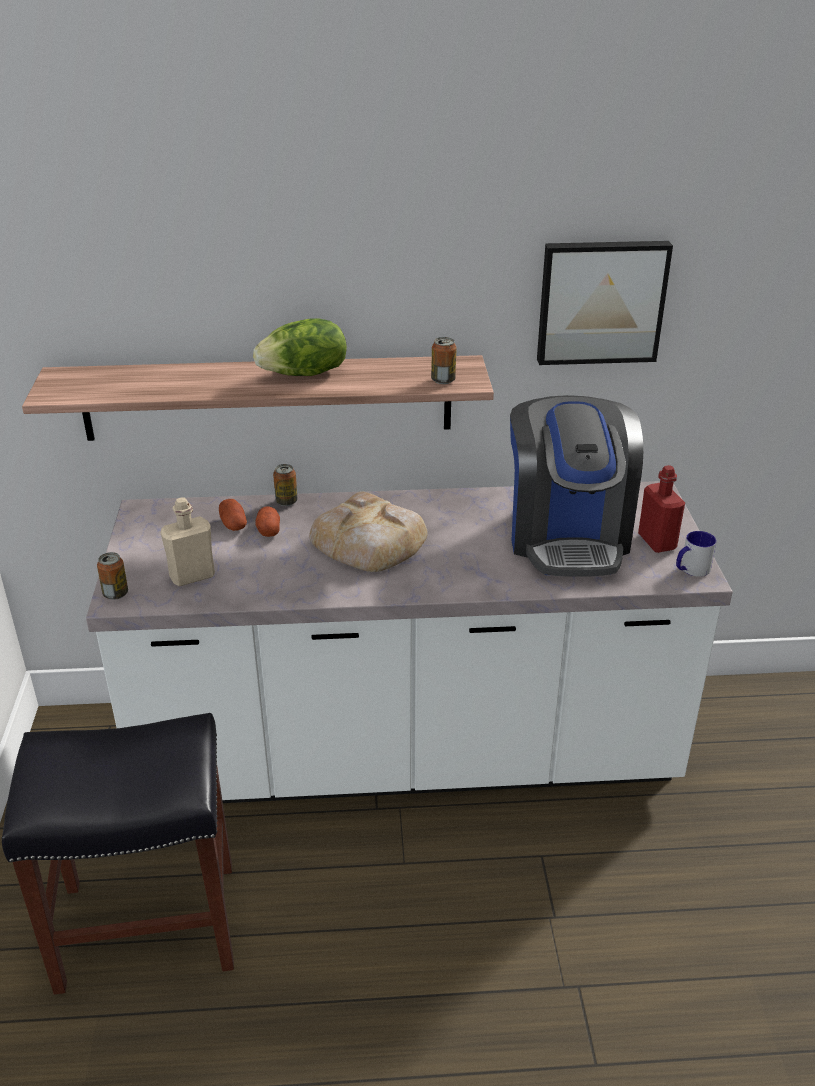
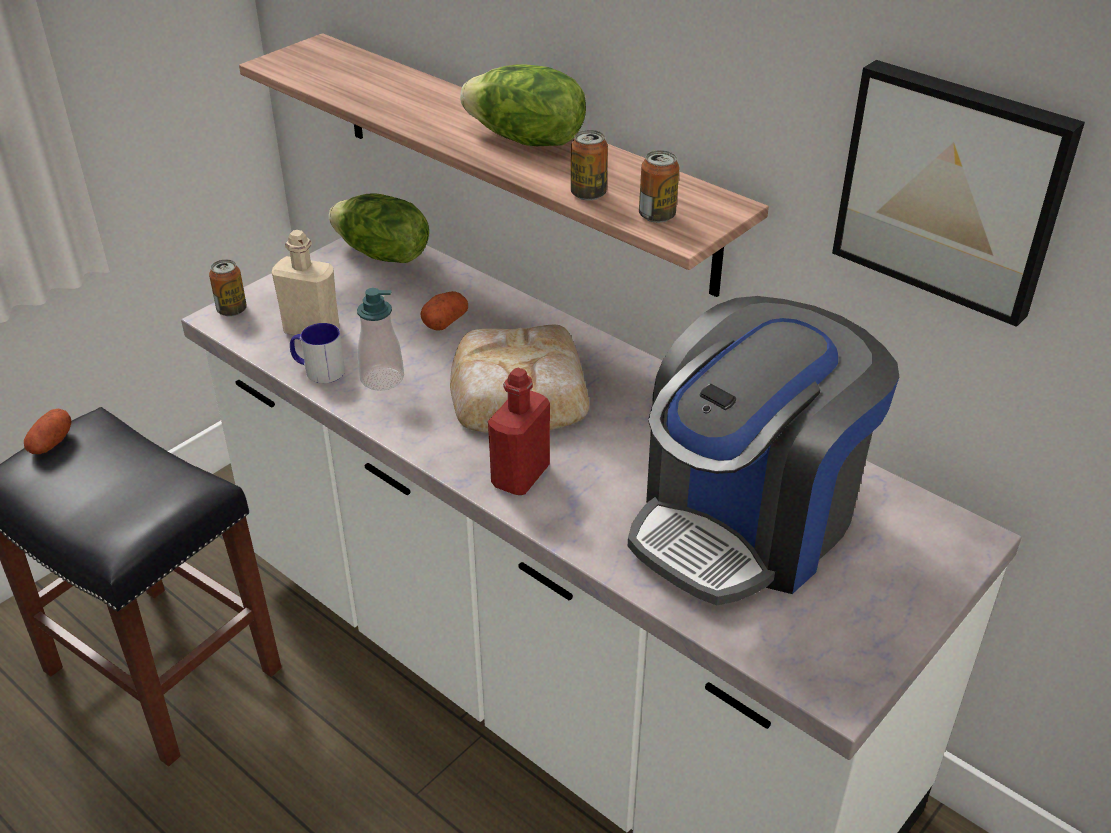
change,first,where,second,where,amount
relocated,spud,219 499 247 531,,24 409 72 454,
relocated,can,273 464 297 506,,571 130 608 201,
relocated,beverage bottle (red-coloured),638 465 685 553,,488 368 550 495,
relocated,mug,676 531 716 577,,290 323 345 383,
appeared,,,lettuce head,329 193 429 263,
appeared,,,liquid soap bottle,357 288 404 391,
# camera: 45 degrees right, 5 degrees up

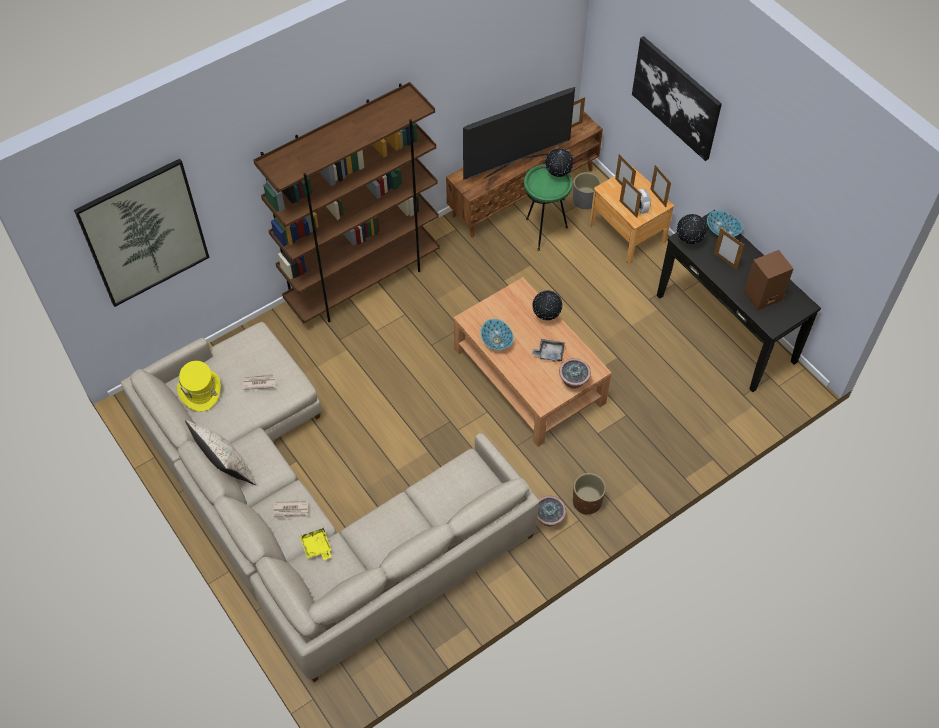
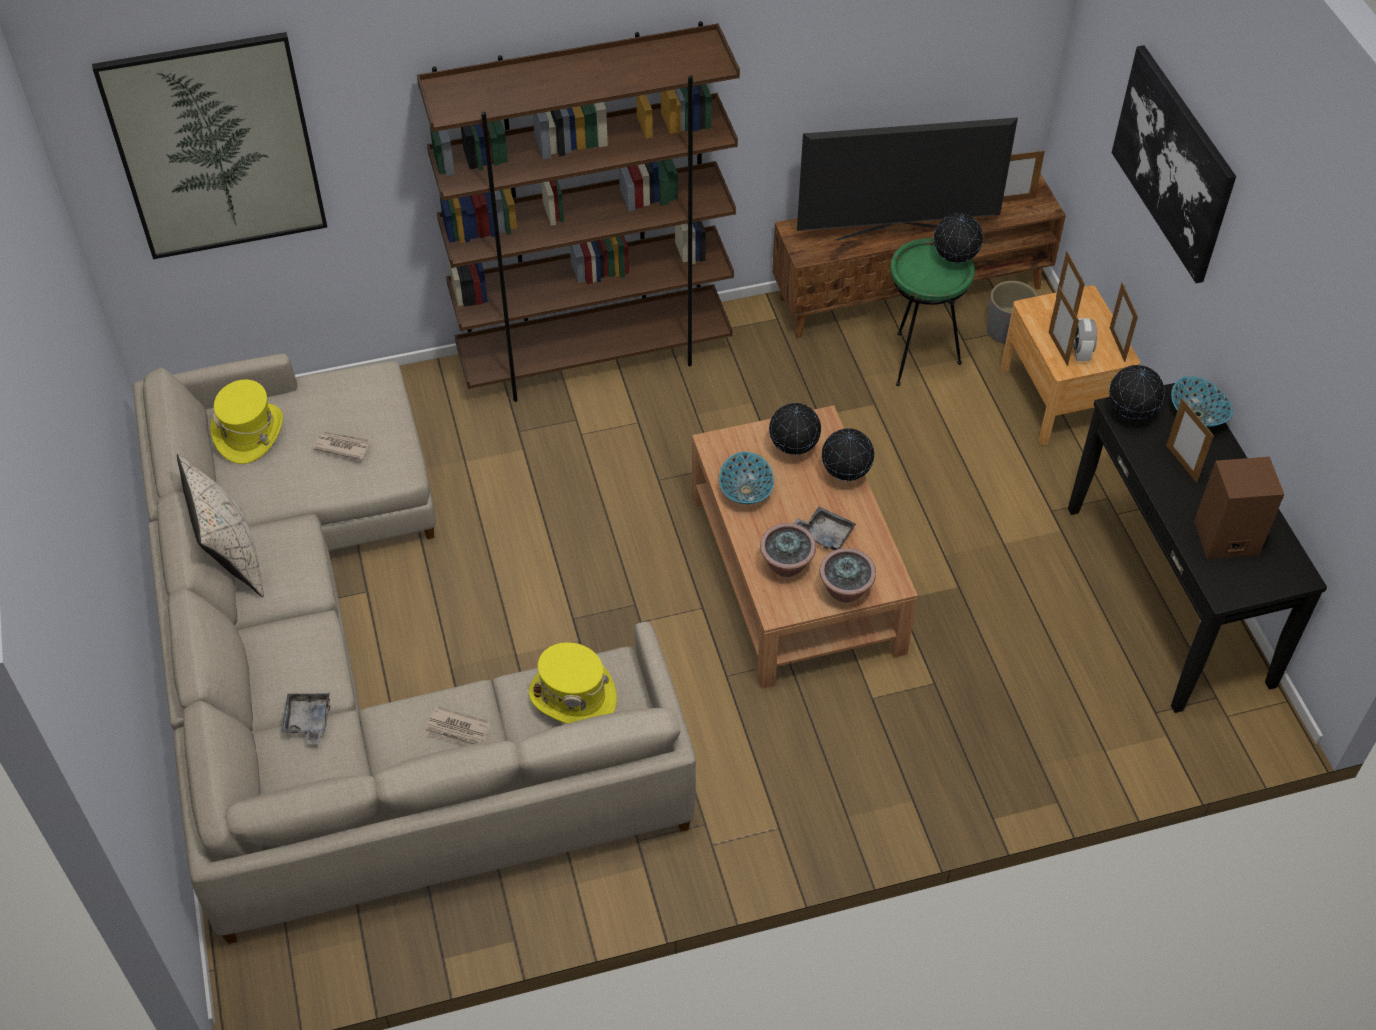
change,first,where,second,where,amount
relocated,printed paper,273 501 309 519,,425 706 491 745,
colour,serving tray (yellowish),300 527 331 560,serving tray (grey),282 693 330 743,
relocated,plant in a pot,537 496 566 526,,760 523 816 577,
missing,plant pot (brown),573 473 606 515,,,
appeared,,,clothing hat (yellowish),529 642 617 724,
appeared,,,desk globe,769 403 821 455,
# camera: 20 degrees right, 5 degrees down

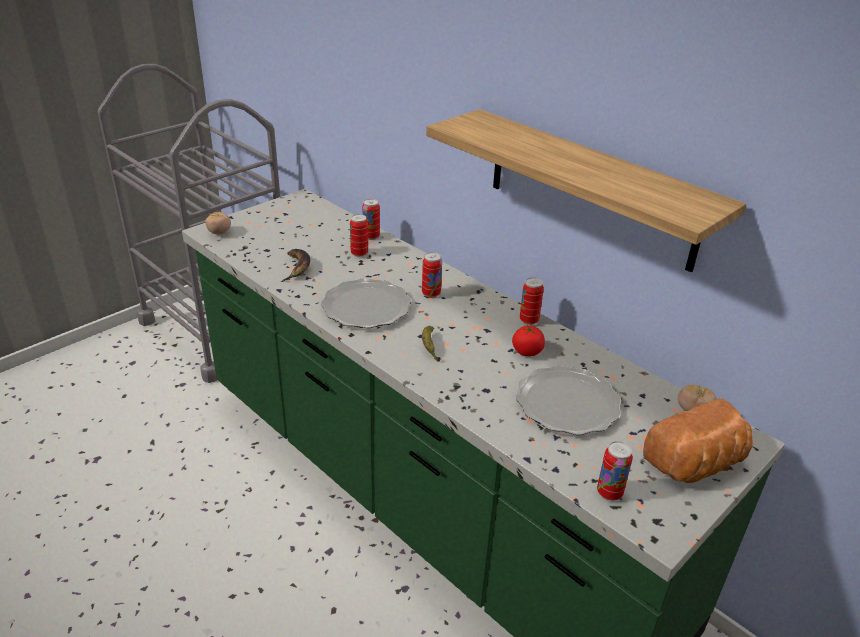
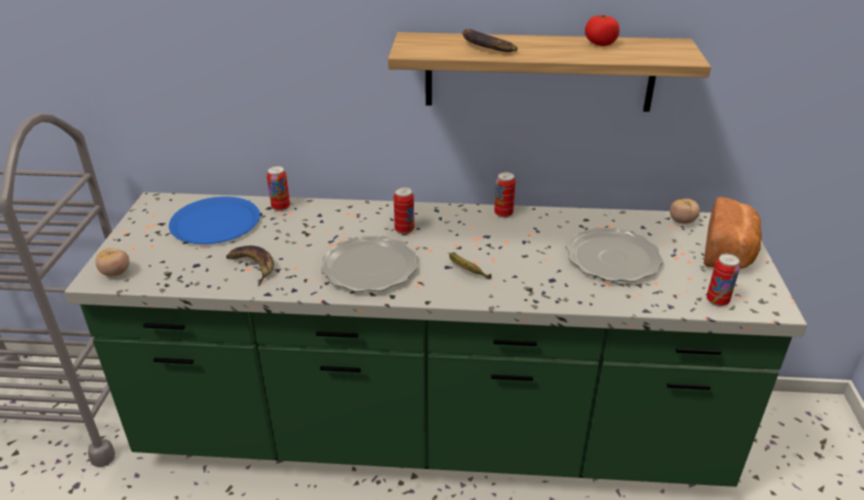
change,first,where,second,where,amount
missing,can,350 214 368 257,,,
relocated,fresh tomato,512 325 545 357,,585 15 620 46,
appeared,,,flat dish (bluish),169 197 260 244,
appeared,,,banana fruit,462 29 518 52,
# camera: 40 degrees left, 0 degrees up

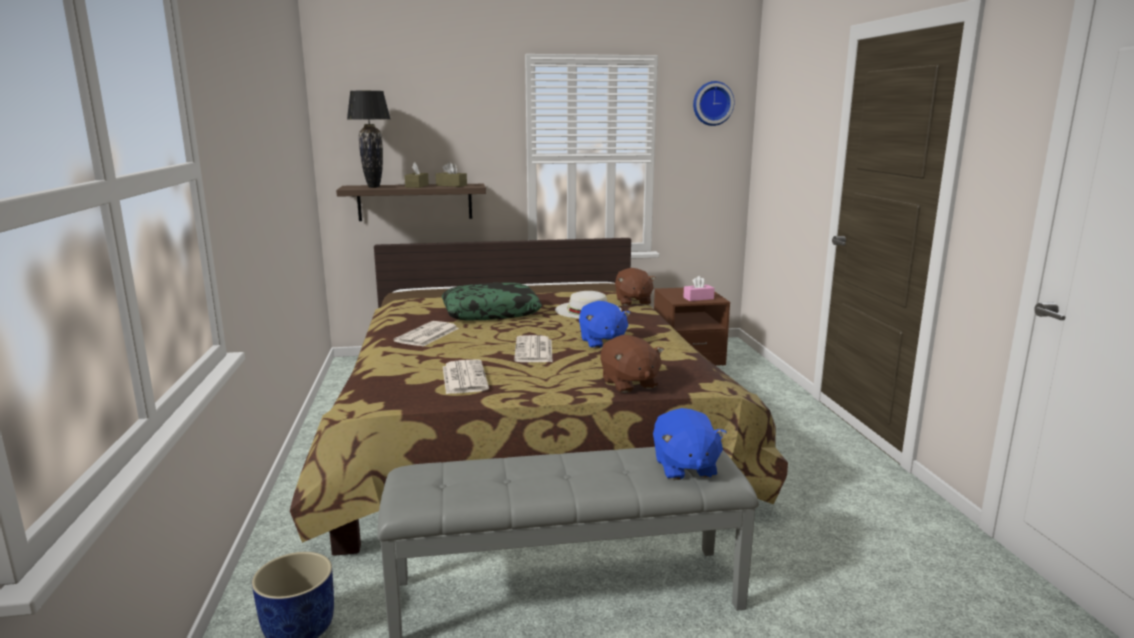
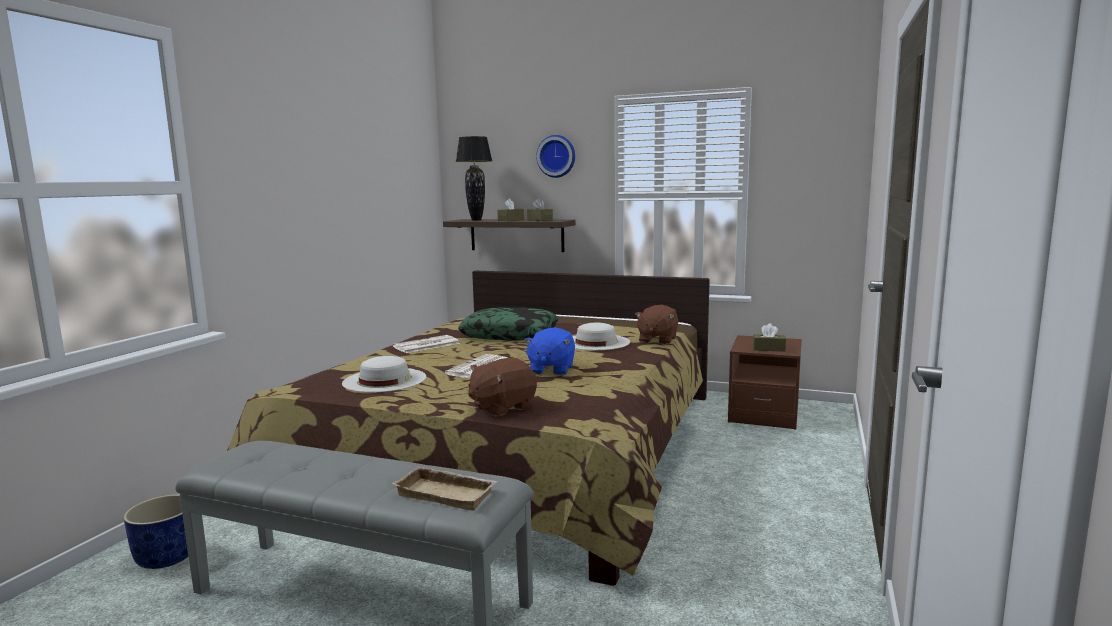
change,first,where,second,where,amount
exchanged,printed paper,443 359 489 394,clothing hat (white),342 356 426 392,
spun,plush toy (brown),600 335 664 393,,468 358 537 417,45 degrees clockwise
exchanged,plush toy (bluish),653 408 727 480,serving tray (beige-coloured),392 466 498 510,
colour,tissue box (pinkish),683 276 715 301,tissue box (brown),753 323 786 352,
relocated,hanging clock,693 81 734 126,,536 135 575 178,
# camera: 30 degrees right, 5 degrees down

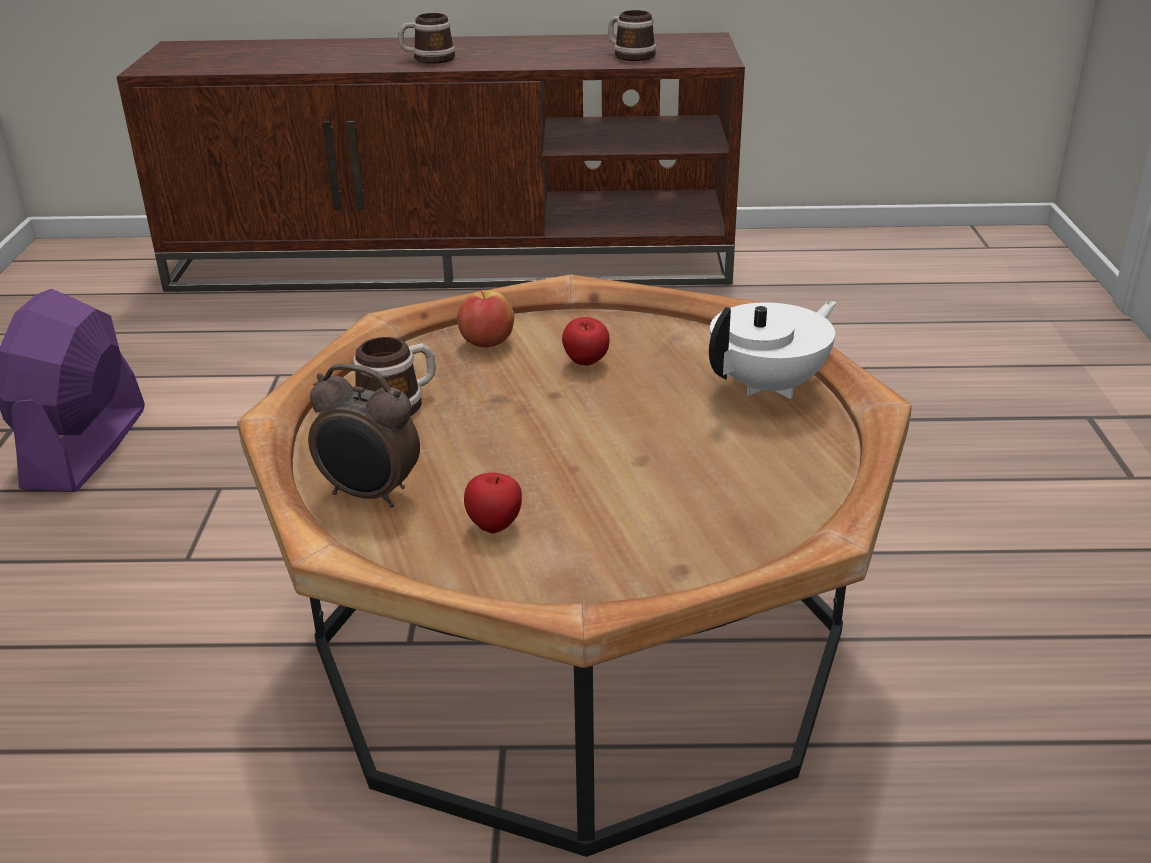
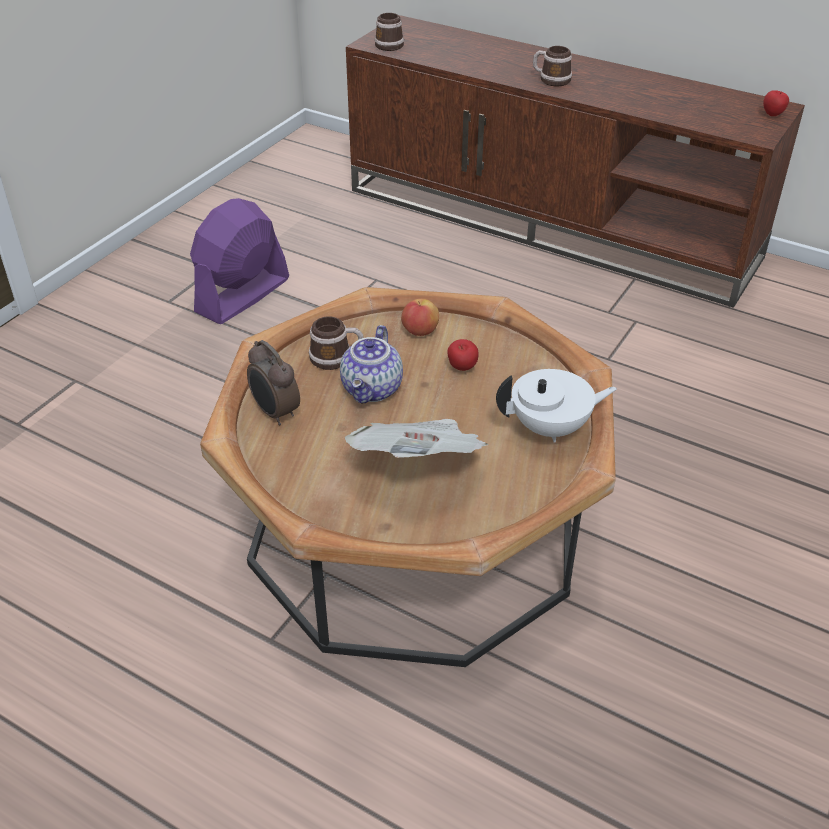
change,first,where,second,where,amount
relocated,apple,464 472 522 533,,763 90 789 116,
relocated,mug,608 10 656 61,,374 13 404 51,
appeared,,,pot for tea,340 325 403 404,
appeared,,,printed paper,345 419 488 458,
# camera: 30 degrees right, 10 degrees up

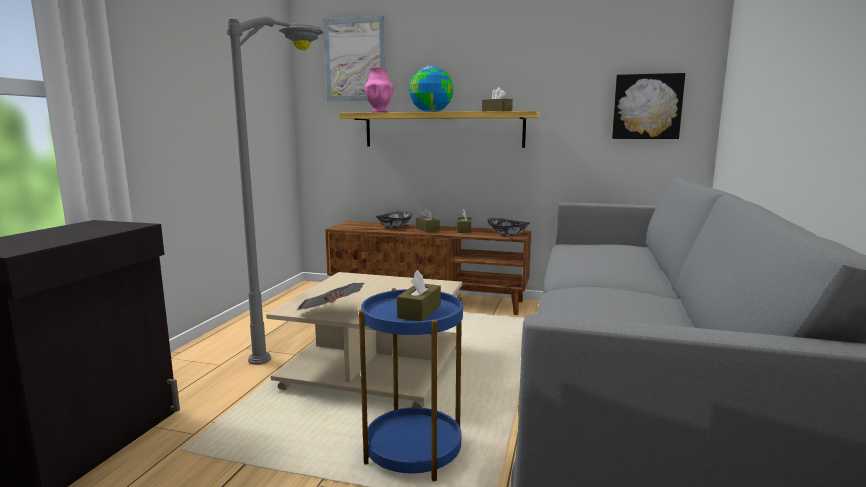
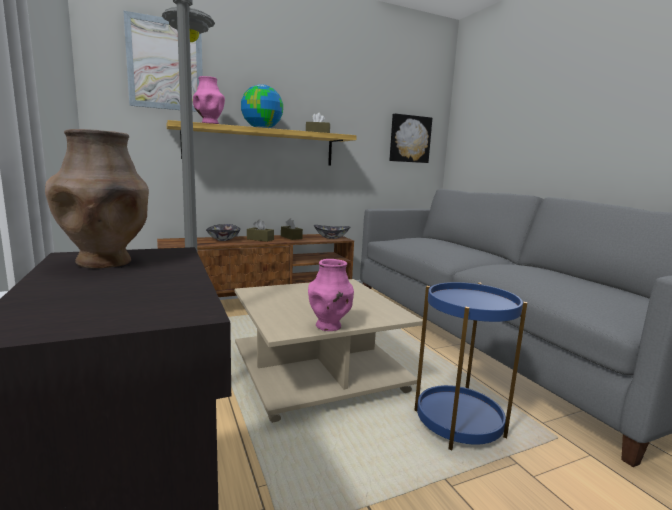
change,first,where,second,where,amount
exchanged,printed paper,297 283 365 310,decorative vase (pinkish),308 259 354 331,
missing,tissue box (brown),397 270 441 321,,,
appeared,,,decorative vase (brown),45 129 149 268,
# camera: 40 degrees left, 0 degrees up

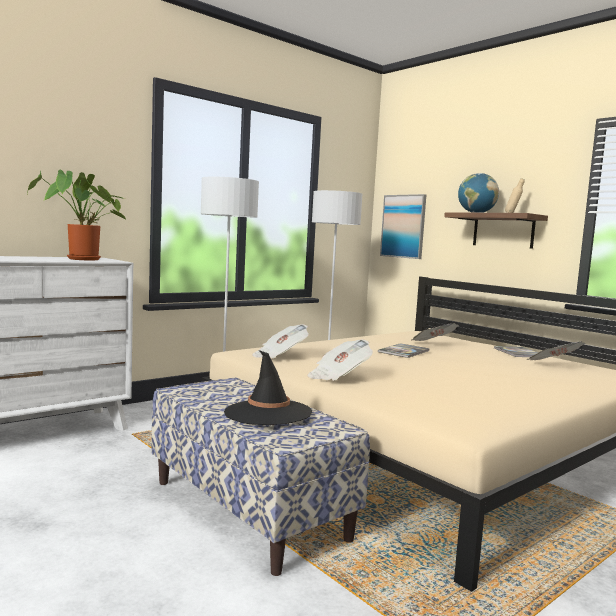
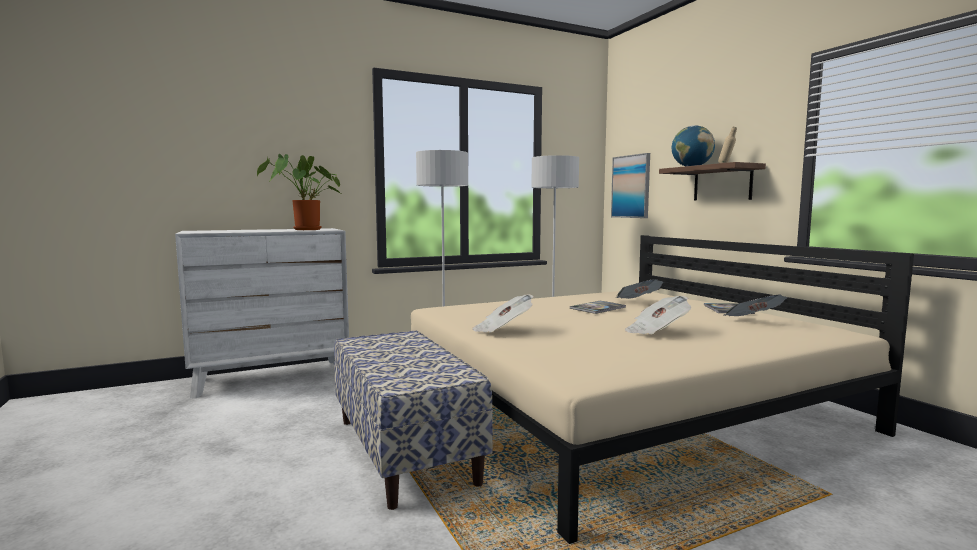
change,first,where,second,where,amount
missing,clothing hat (black),224 350 312 425,,,
relocated,printed paper,252 324 309 359,,625 296 691 335,
# camera: 15 degrees right, 0 degrees up

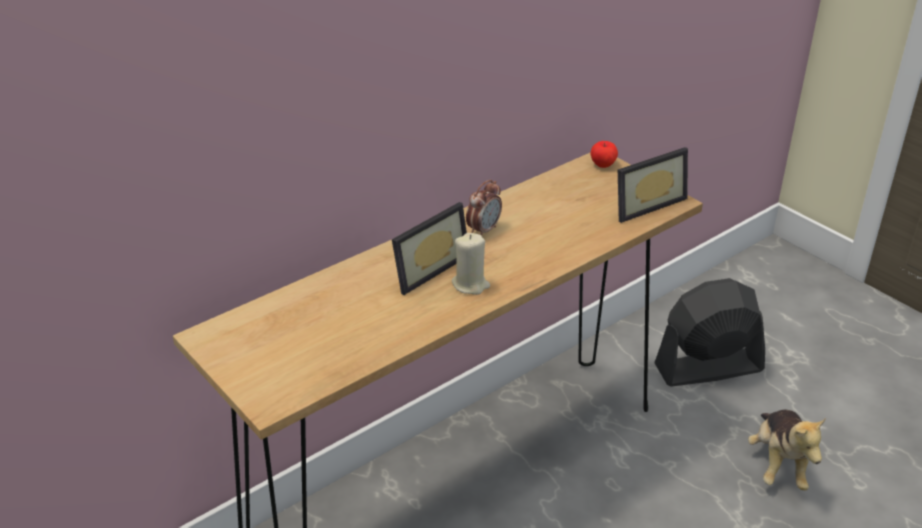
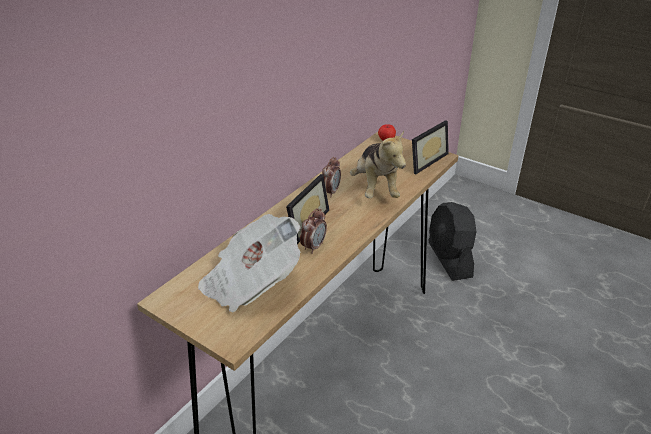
change,first,where,second,where,amount
missing,wax candle (beige-coloured),452 233 490 295,,,
spun,fan (black),654 278 765 386,,428 202 477 281,75 degrees counterclockwise
relocated,plush toy,748 410 826 490,,350 131 406 198,
appeared,,,printed paper,198 214 301 312,
appeared,,,bedside clock,300 208 327 254,
# camera: 15 degrees left, 0 degrees up

